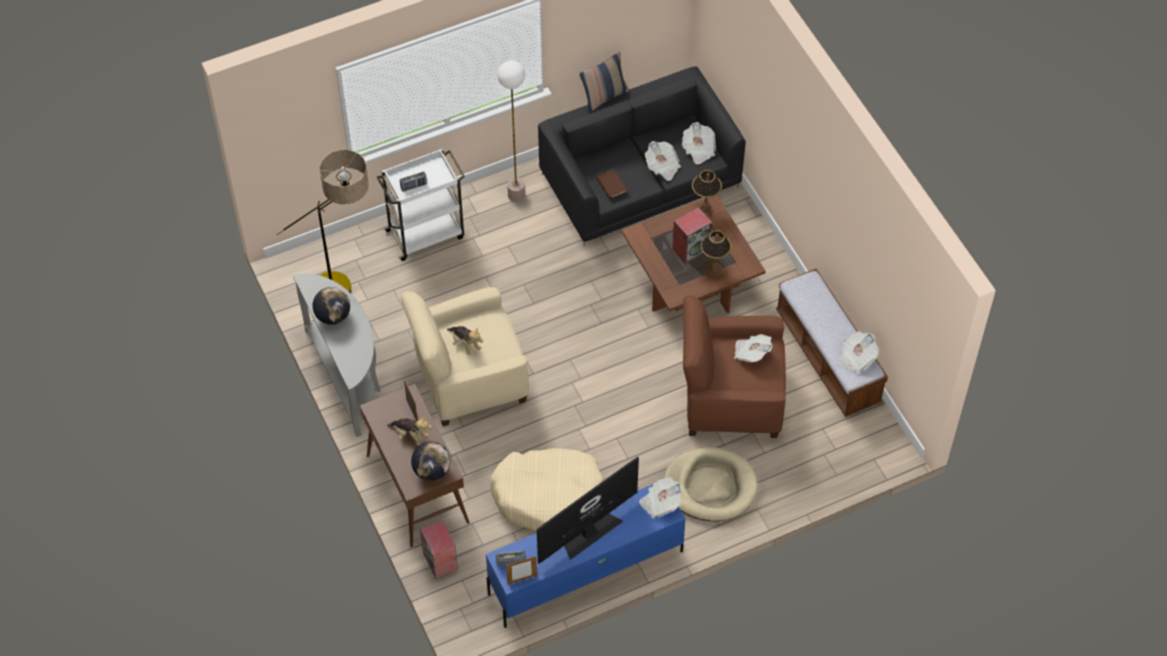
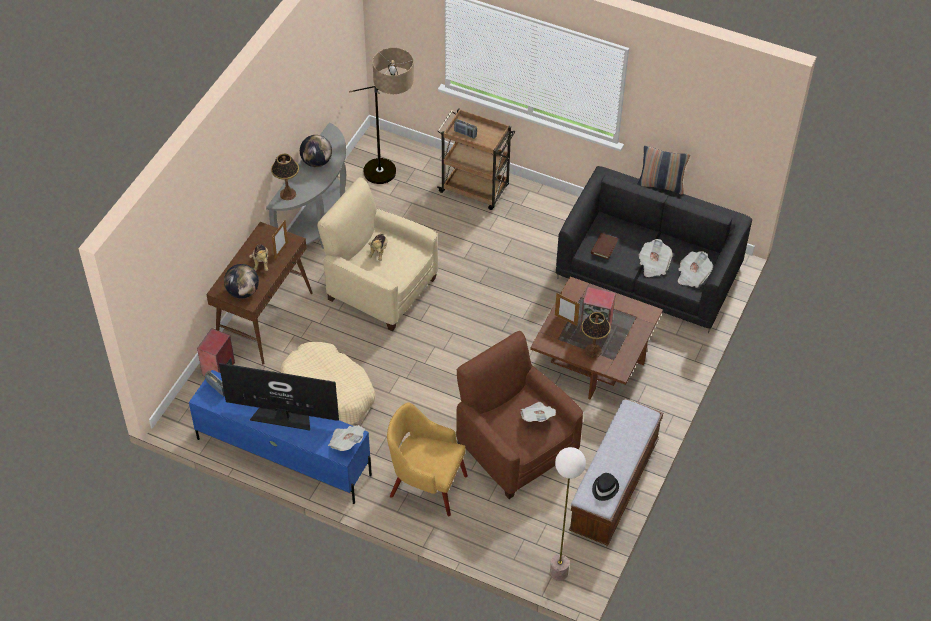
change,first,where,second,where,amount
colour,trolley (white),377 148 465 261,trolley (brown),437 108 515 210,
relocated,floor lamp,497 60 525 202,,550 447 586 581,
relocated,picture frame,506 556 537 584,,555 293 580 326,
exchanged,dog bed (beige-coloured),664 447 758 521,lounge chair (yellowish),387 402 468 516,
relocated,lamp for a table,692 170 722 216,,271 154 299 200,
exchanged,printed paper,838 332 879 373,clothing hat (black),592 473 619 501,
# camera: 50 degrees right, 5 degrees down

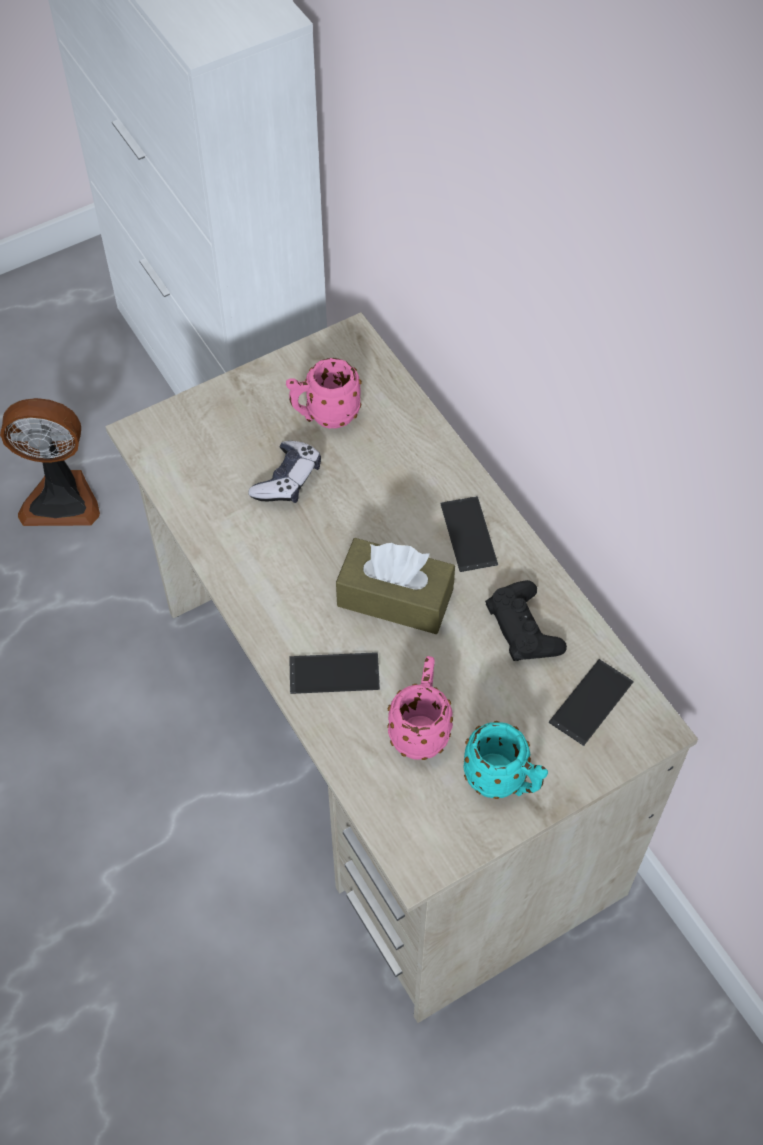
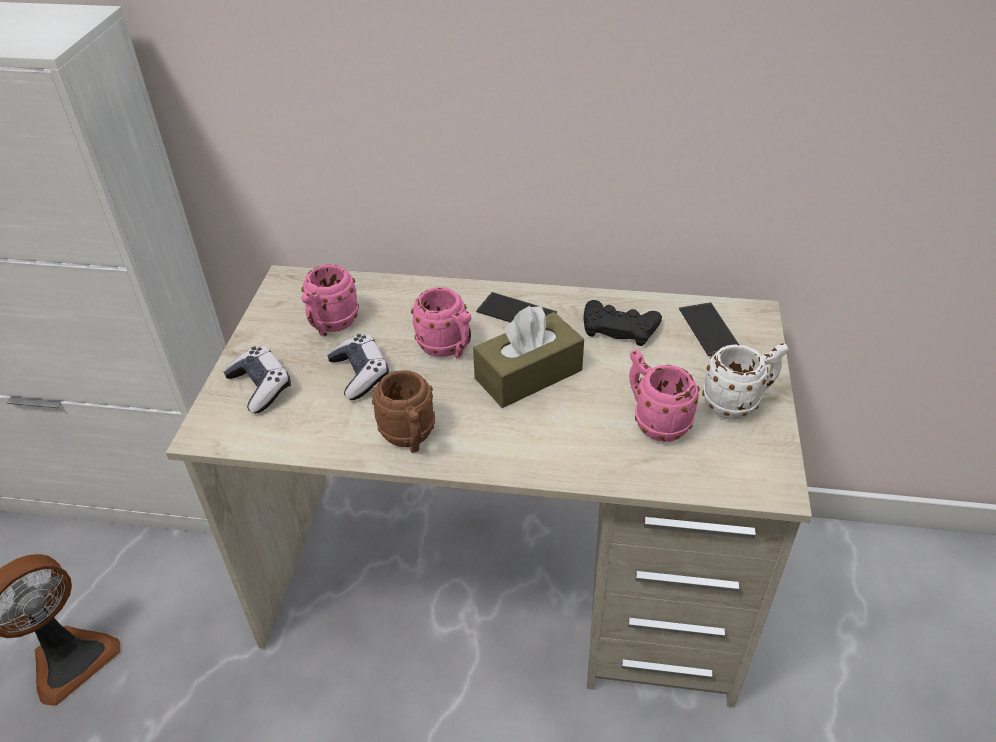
change,first,where,second,where,amount
missing,telephone,289 652 380 694,,,
colour,mug (turquoise-coloured),464 721 548 799,mug (white),702 343 788 420,
appeared,,,game controller,224 346 291 413,
appeared,,,mug (brown),372 370 435 453,
appeared,,,mug (pinkish),411 287 471 358,
# camera: 50 degrees left, 15 degrees down

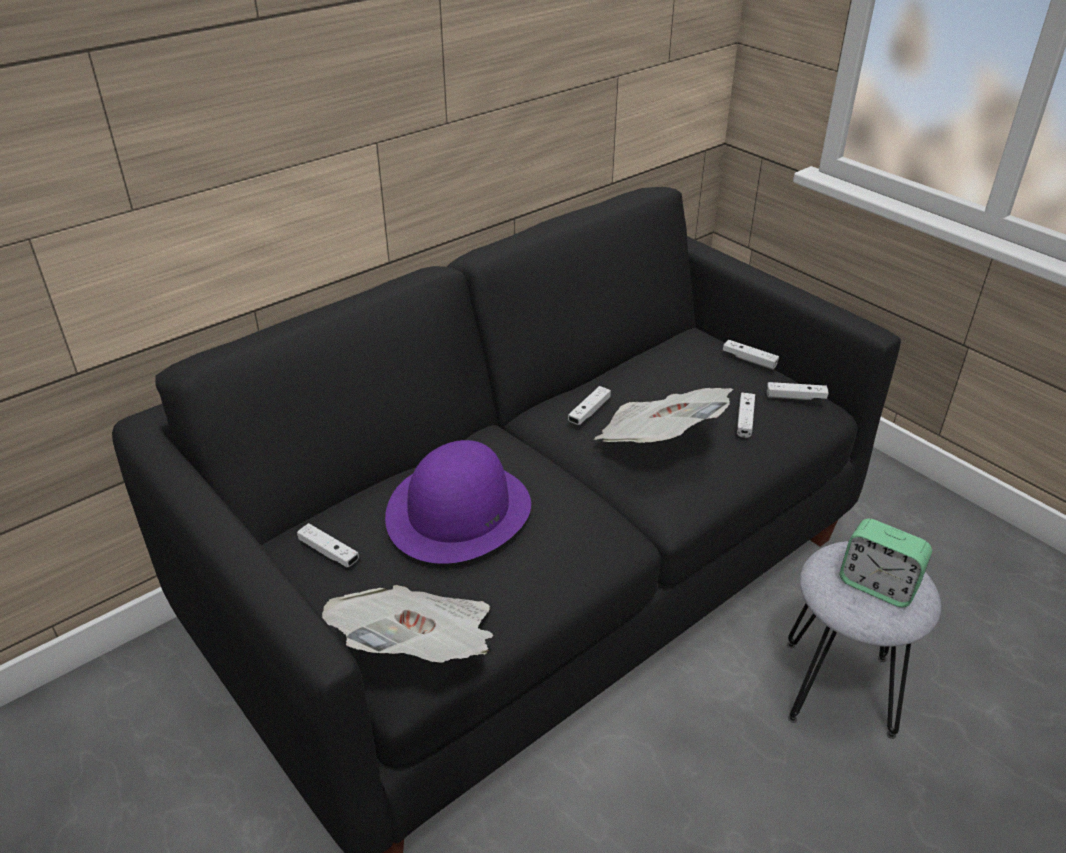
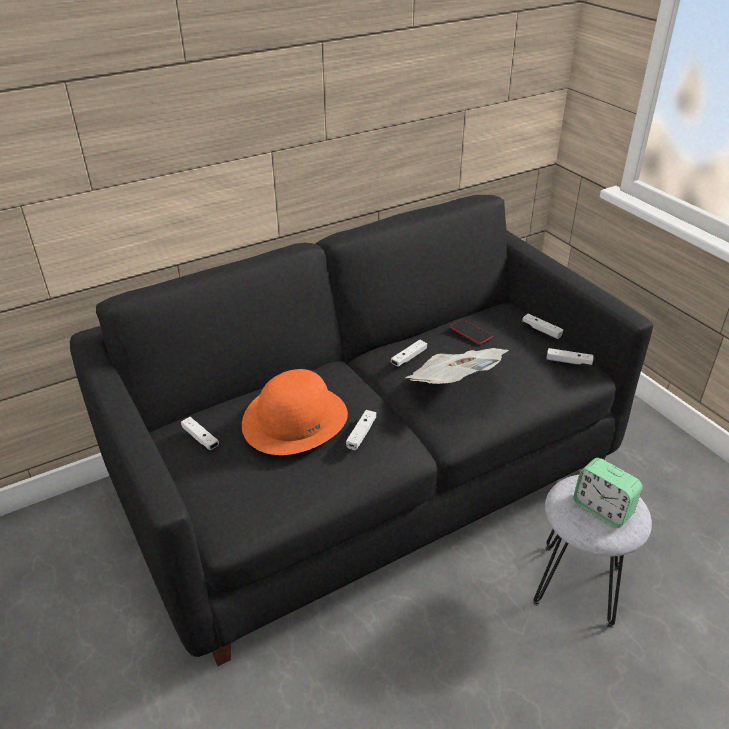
change,first,where,second,where,amount
missing,printed paper,322 585 493 663,,,
colour,clothing hat (purple-coloured),385 440 531 564,clothing hat (orangey),242 369 348 455,
relocated,game controller (white),737 392 755 438,,346 410 377 450,
appeared,,,telephone,450 319 493 345,
# camera: 10 degrees right, 0 degrees up

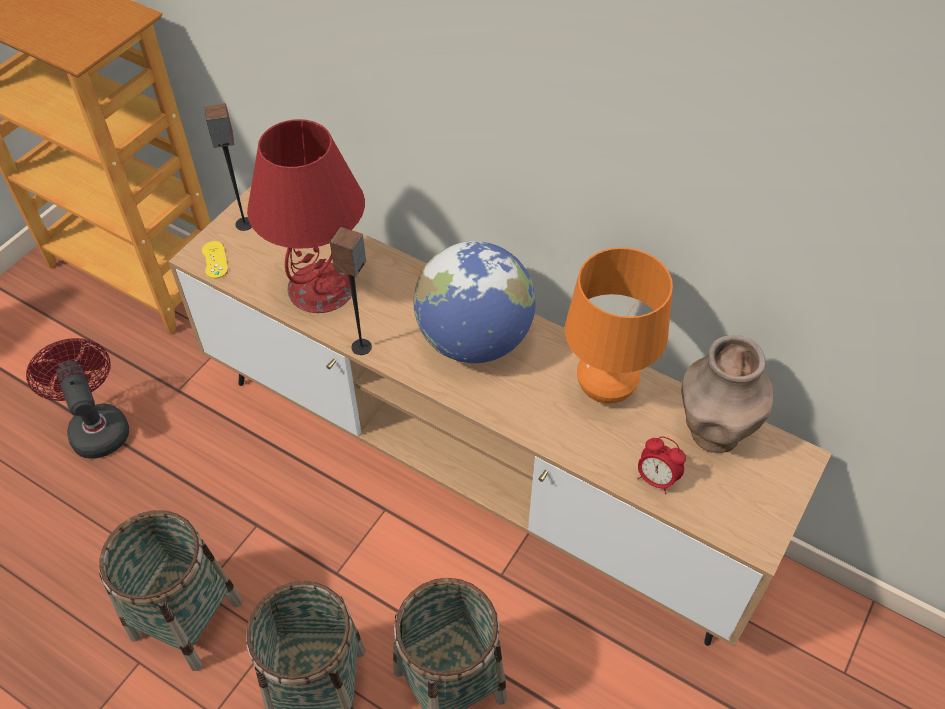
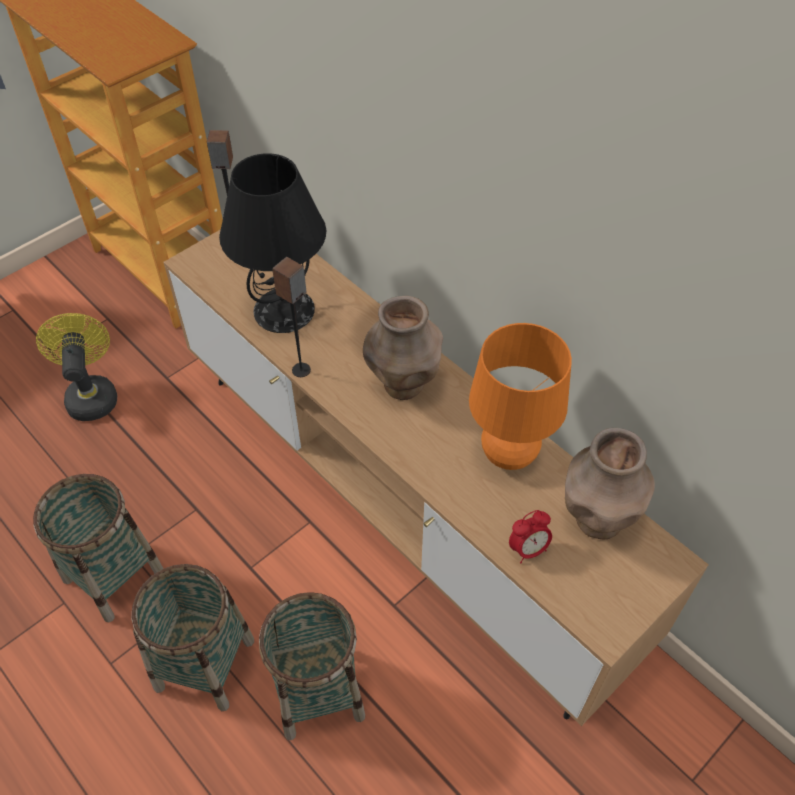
change,first,where,second,where,amount
colour,fan (red-coloured),26 338 129 459,fan (yellowish),36 313 117 421,
missing,game controller (yellowish),202 241 228 279,,,
colour,lamp for a table (red-coloured),247 119 365 313,lamp for a table (black),219 153 326 333,
exchanged,desk globe,413 241 536 363,decorative vase (brown),363 296 443 400,
spun,bedside clock,637 437 686 494,,509 510 552 563,75 degrees counterclockwise
# camera: 15 degrees right, 0 degrees up

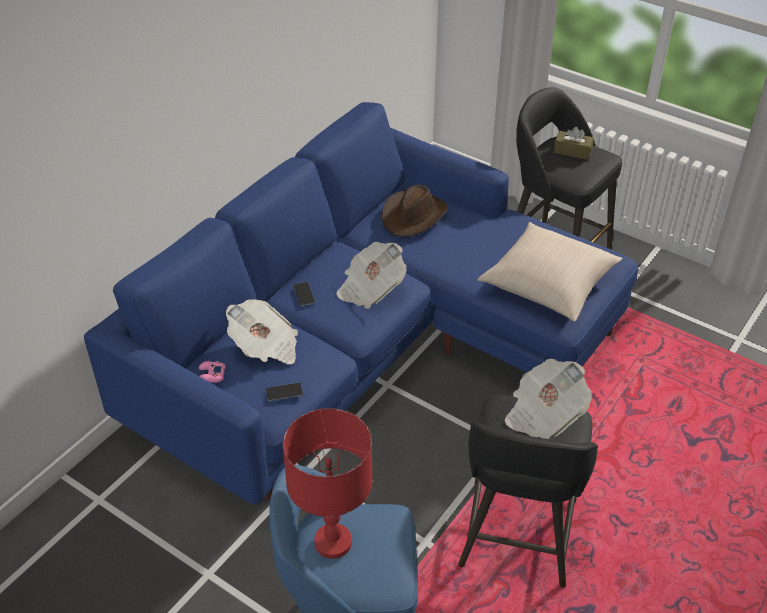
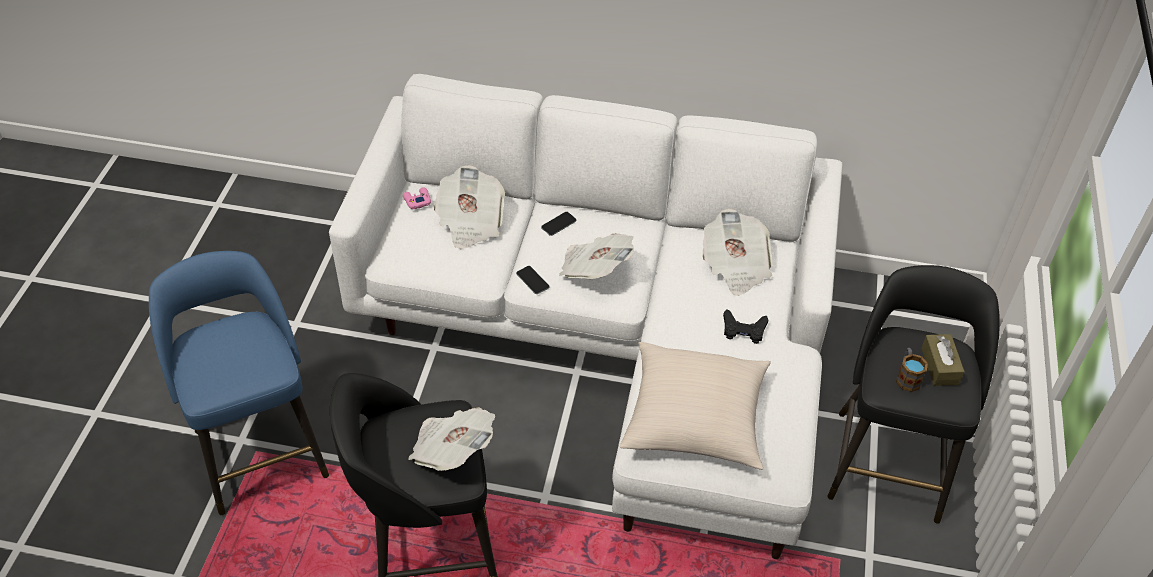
change,first,where,second,where,amount
colour,settee (bluish),84 102 638 505,settee (white),329 74 843 559,
relocated,telephone,266 383 303 401,,516 266 549 294,
missing,lamp for a table (red-coloured),283 408 373 559,,,
exchanged,clothing hat (brown),382 185 448 237,printed paper,702 209 772 296,
appeared,,,game controller (black),723 309 768 344,
appeared,,,mug,896 348 928 392,
# camera: 65 degrees right, 5 degrees up

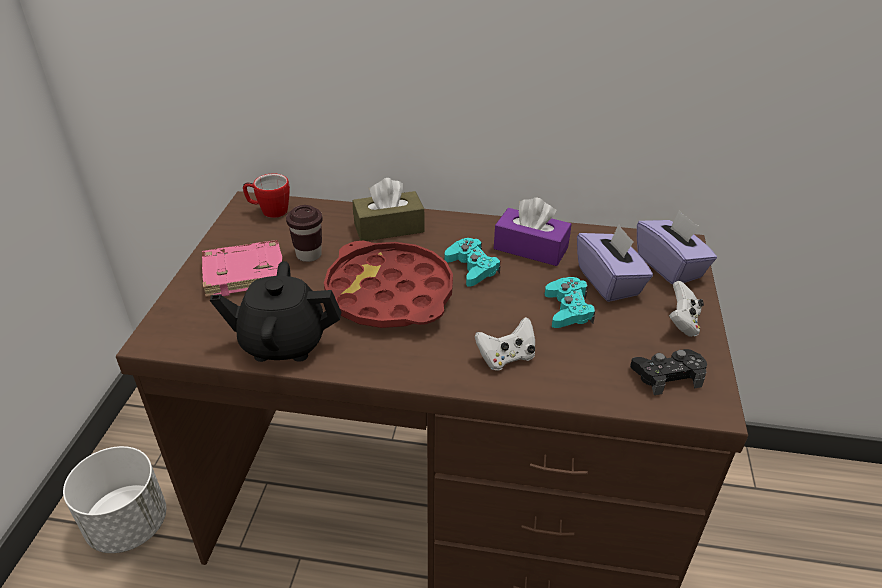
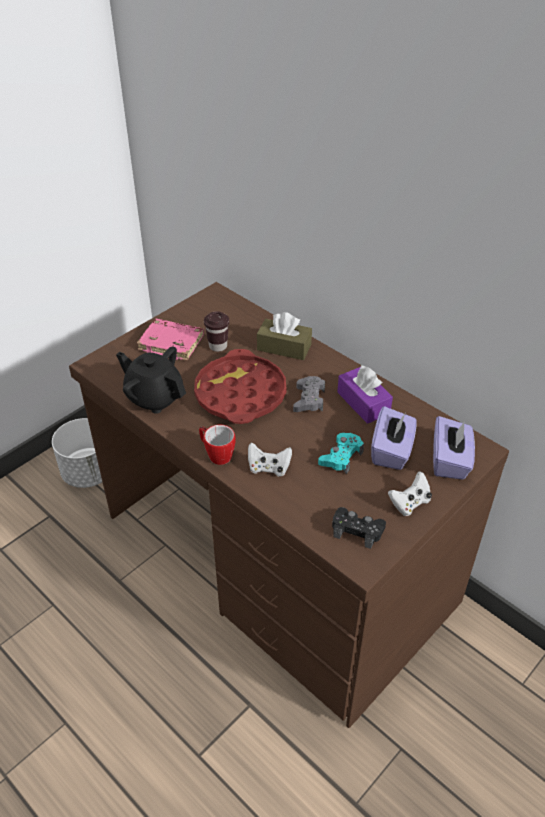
change,first,where,second,where,amount
relocated,mug,243 173 290 218,,199 425 236 465,
colour,game controller (turquoise-coloured),444 238 500 287,game controller (grey),293 376 325 412,
# camera: 35 degrees right, 5 degrees up

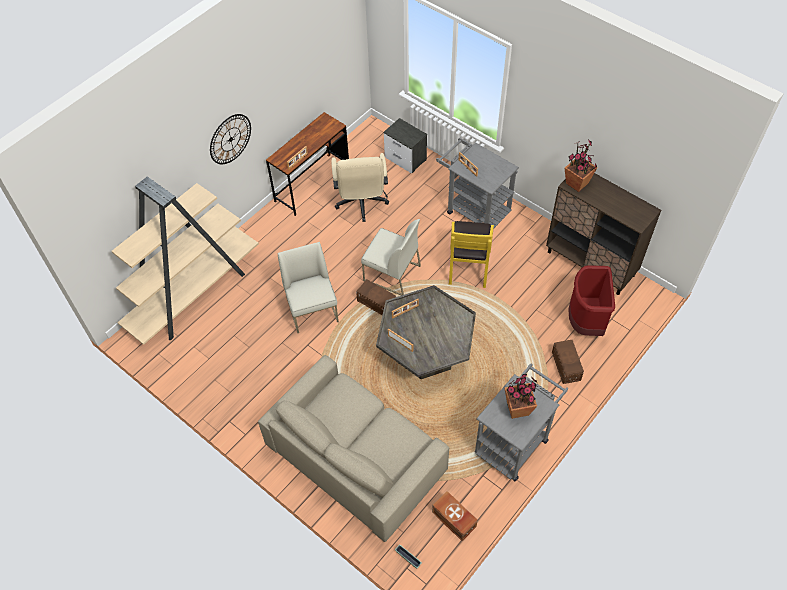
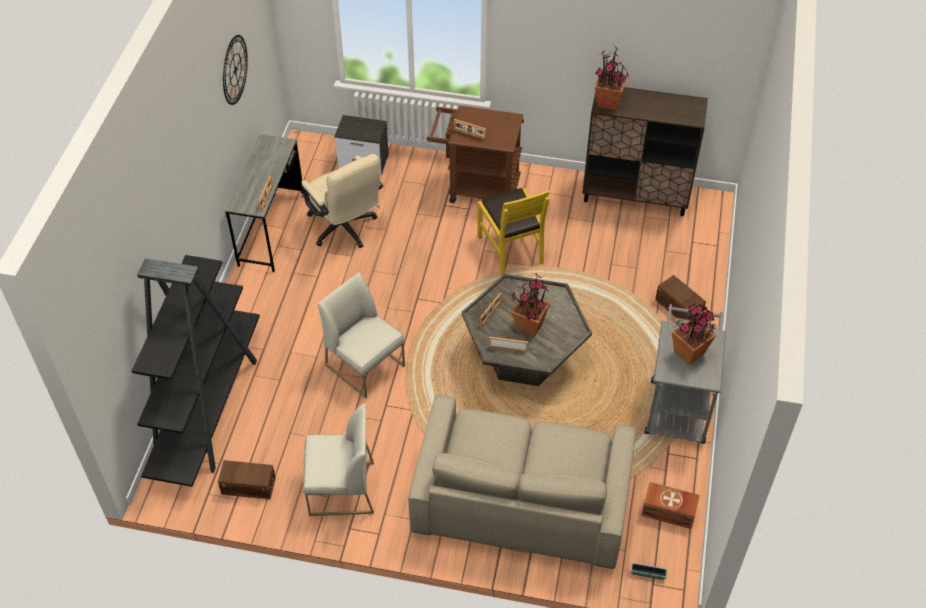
change,first,where,second,where,amount
colour,bookshelf (beige-coloured),112 176 259 345,bookshelf (black),132 255 260 487,
relocated,hanging clock,210 114 251 164,,223 35 248 105,
colour,desk (brown),266 112 349 216,desk (grey),225 134 304 272,
relocated,storage bin (brown),356 279 396 315,,218 460 276 500,
relocated,plain chair (white),361 219 421 295,,303 404 374 516,
colour,trolley (grey),436 138 519 228,trolley (brown),427 106 524 203,
missing,waste bin (red-coloured),568 265 615 336,,,
appeared,,,plant in a pot,512 273 550 337,
# camera: 30 degrees left, 5 degrees down

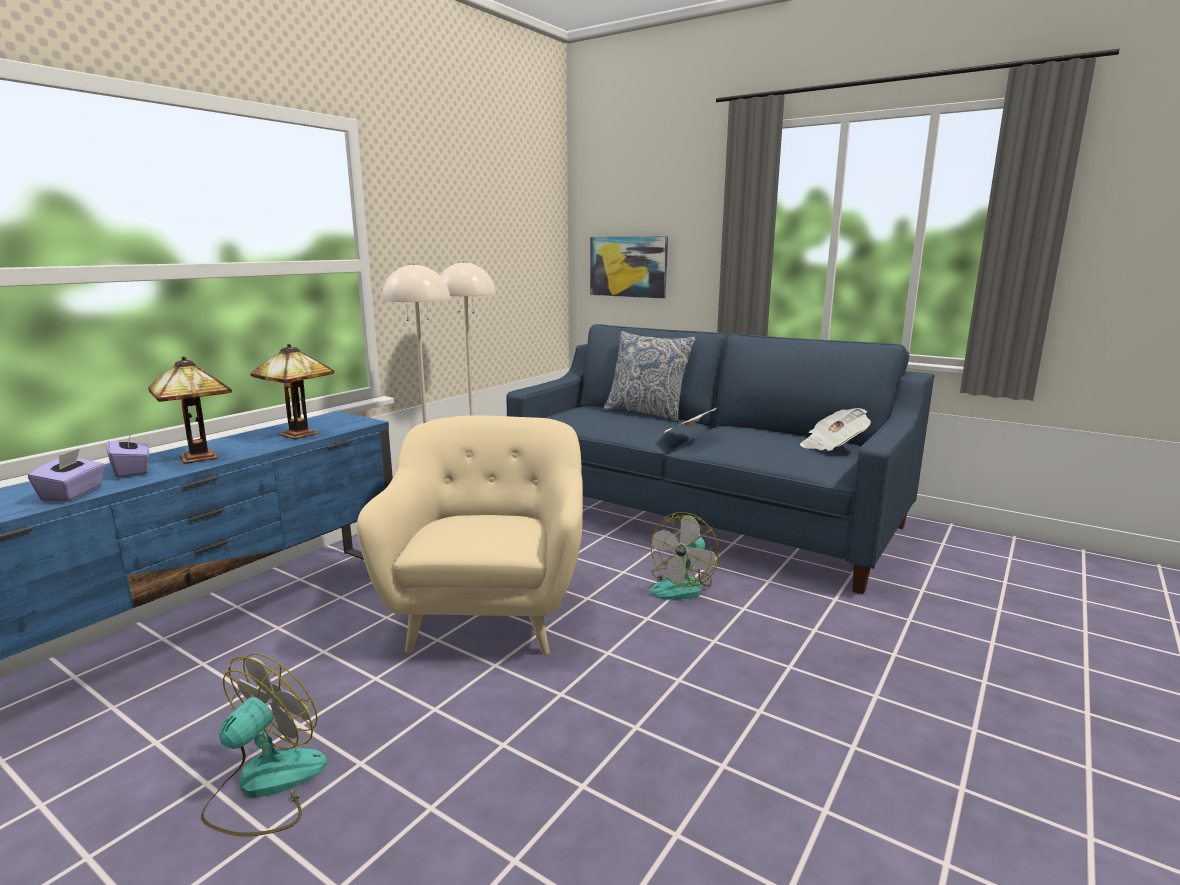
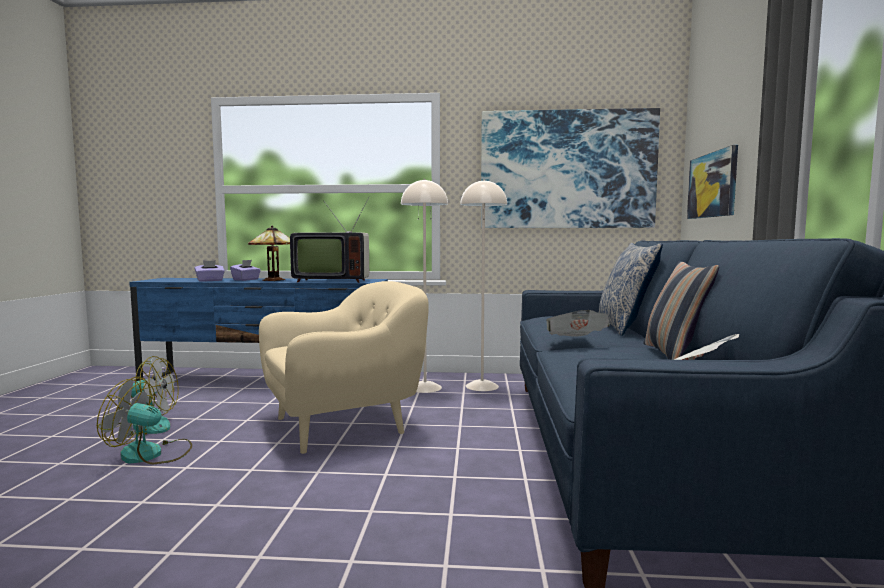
change,first,where,second,where,amount
exchanged,lamp for a table,250 344 334 439,television,290 197 369 283,
relocated,fan,650 512 719 600,,97 377 192 464,
appeared,,,wall picture,481 108 660 228,
appeared,,,cushion,643 261 719 360,
# camera: 60 degrees right, 10 degrees down

